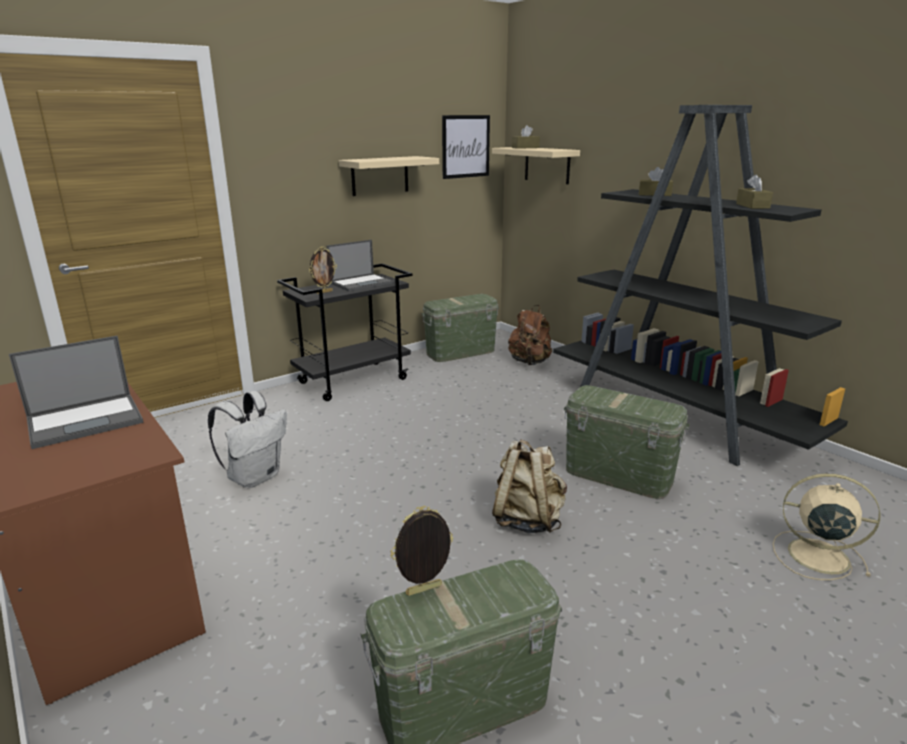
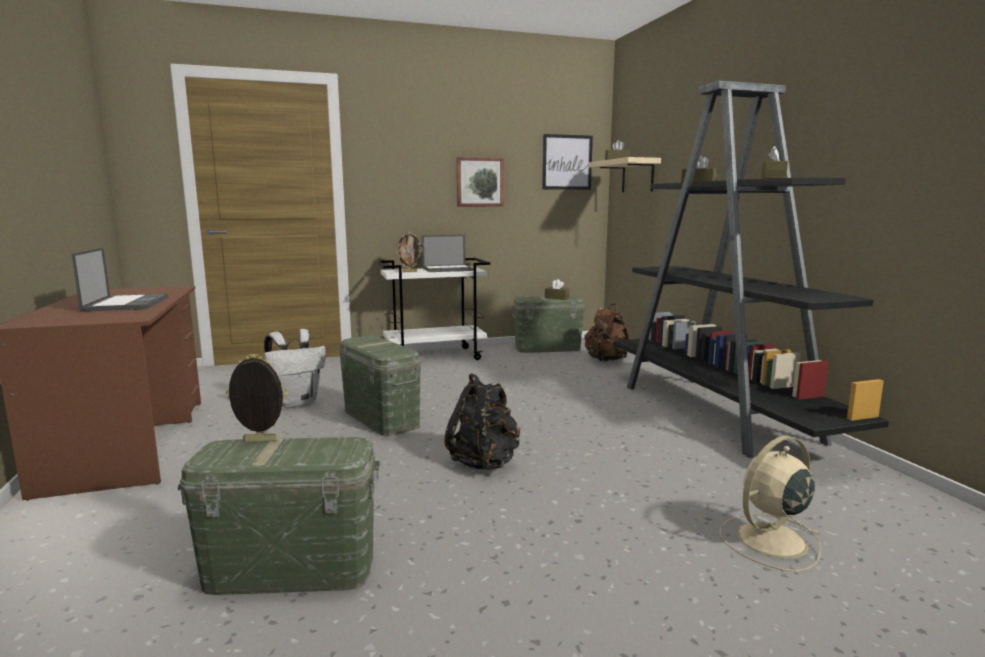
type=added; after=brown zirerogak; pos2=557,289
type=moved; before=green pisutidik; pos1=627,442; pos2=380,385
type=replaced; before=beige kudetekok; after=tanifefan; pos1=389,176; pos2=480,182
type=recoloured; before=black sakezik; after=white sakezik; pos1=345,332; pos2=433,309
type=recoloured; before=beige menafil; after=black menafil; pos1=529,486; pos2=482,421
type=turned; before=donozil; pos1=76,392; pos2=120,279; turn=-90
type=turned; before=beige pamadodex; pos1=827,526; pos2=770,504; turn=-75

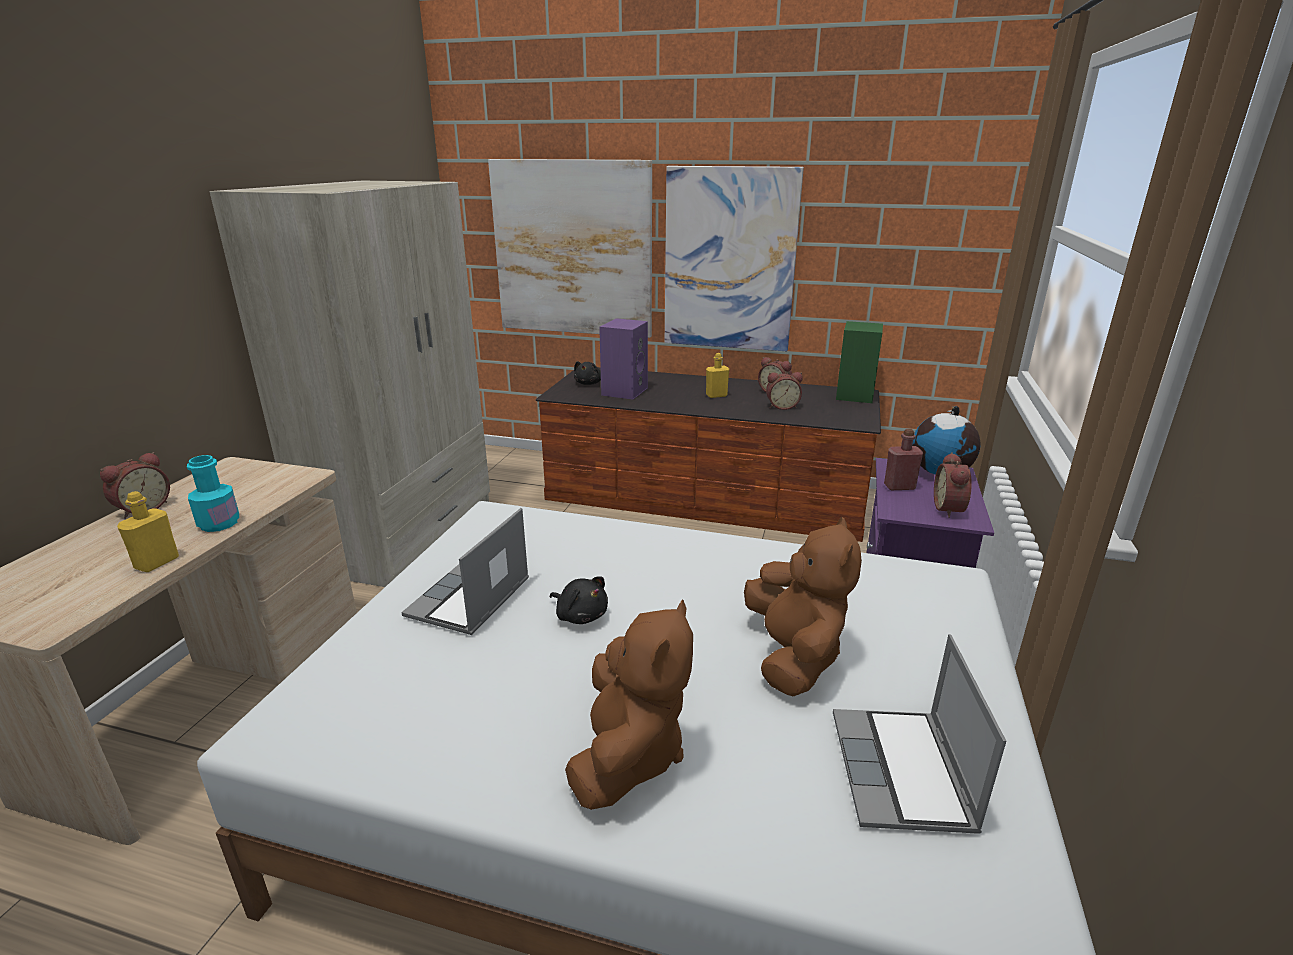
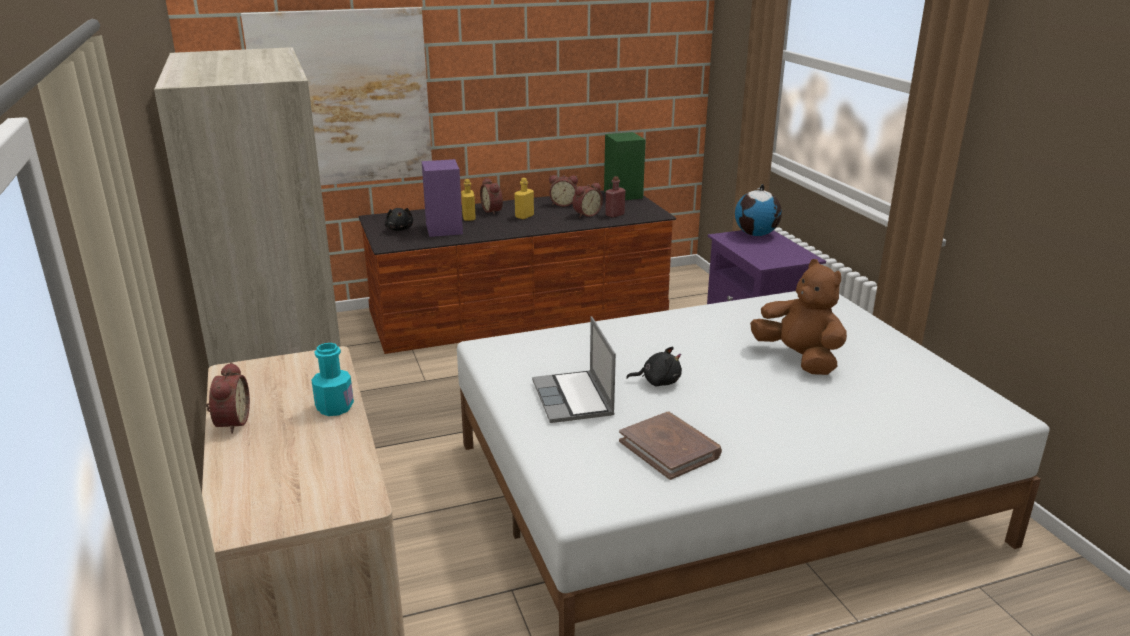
type=removed; before=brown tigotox; pos1=629,705
type=removed; before=tanifefan; pos1=734,258
type=removed; before=donozil; pos1=919,734
type=added; after=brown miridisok; pos2=670,446
type=moved; before=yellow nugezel; pos1=148,531; pos2=468,200
type=moved; before=red nugezel; pos1=903,459; pos2=615,197
type=moved; before=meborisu; pos1=953,485; pos2=491,196

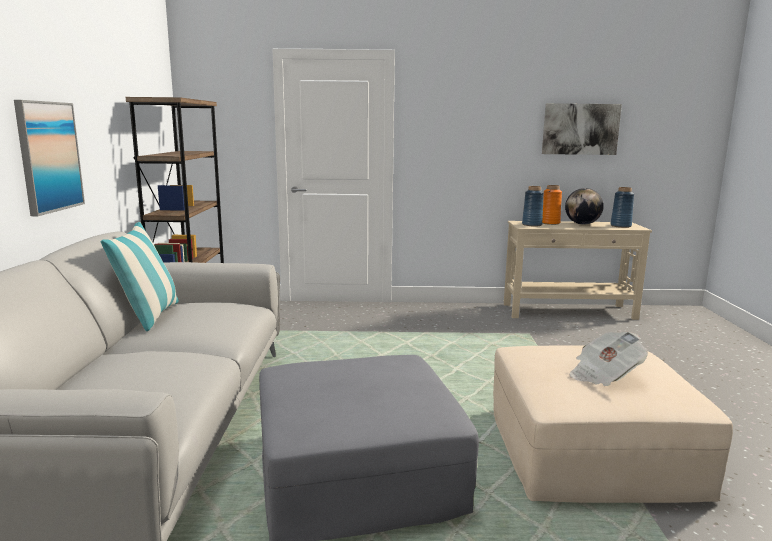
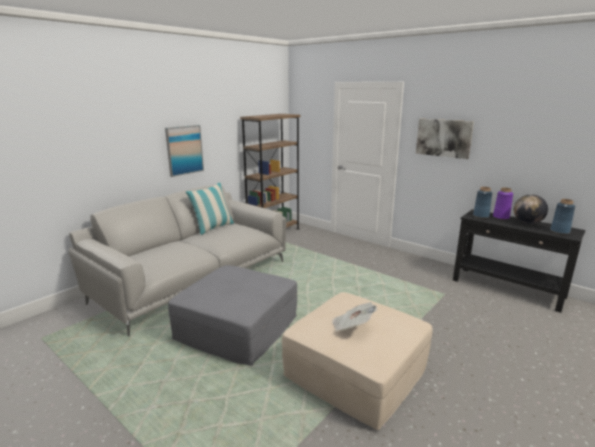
type=moved; before=tanifefan; pos1=582,129; pos2=445,139
type=recoloured; before=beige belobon; after=black belobon; pos1=578,270; pos2=519,261
type=recoloured; before=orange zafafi; after=purple zafafi; pos1=552,205; pos2=503,204

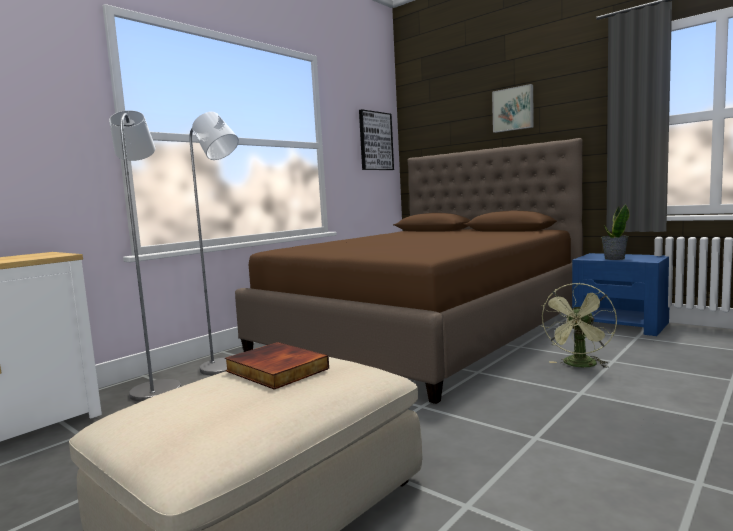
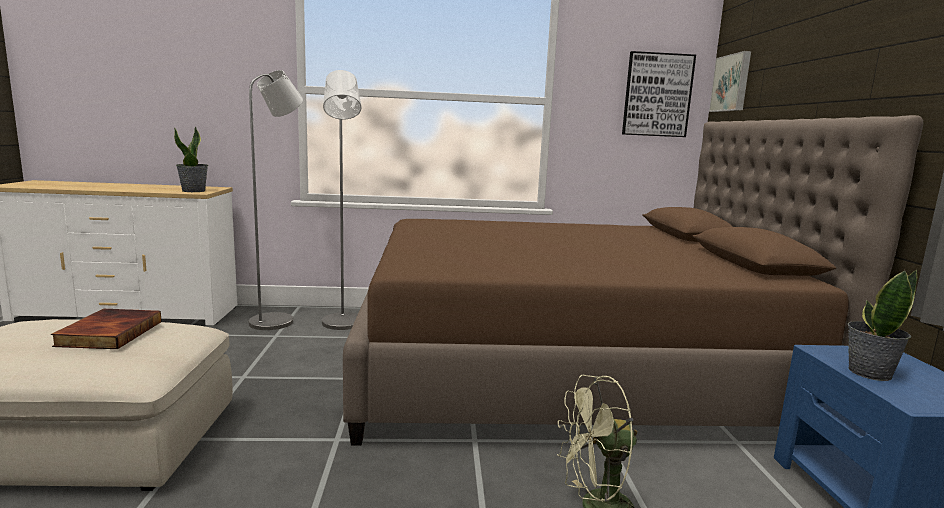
type=added; after=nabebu; pos2=191,159
type=moved; before=tanifefan; pos1=513,108; pos2=730,81

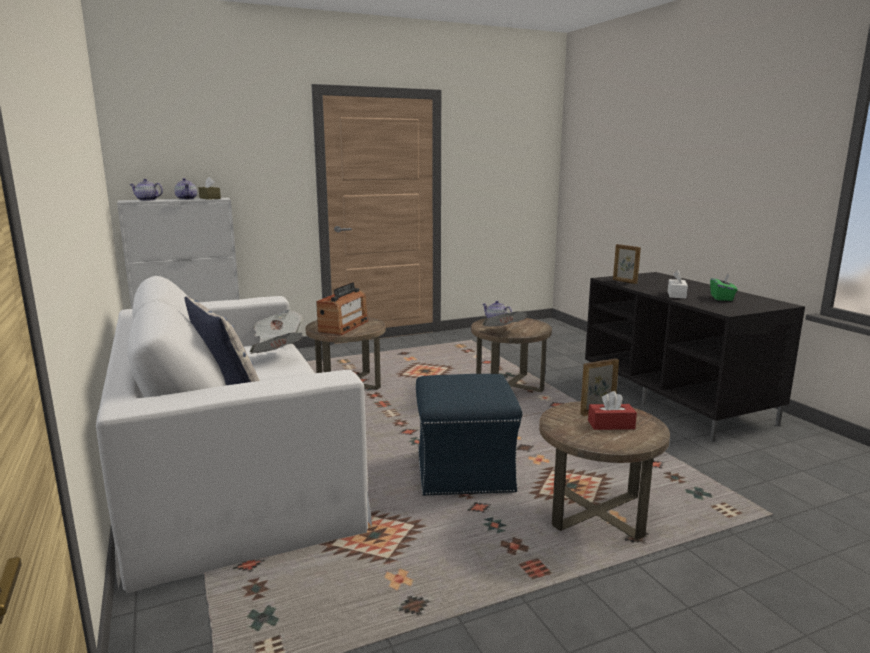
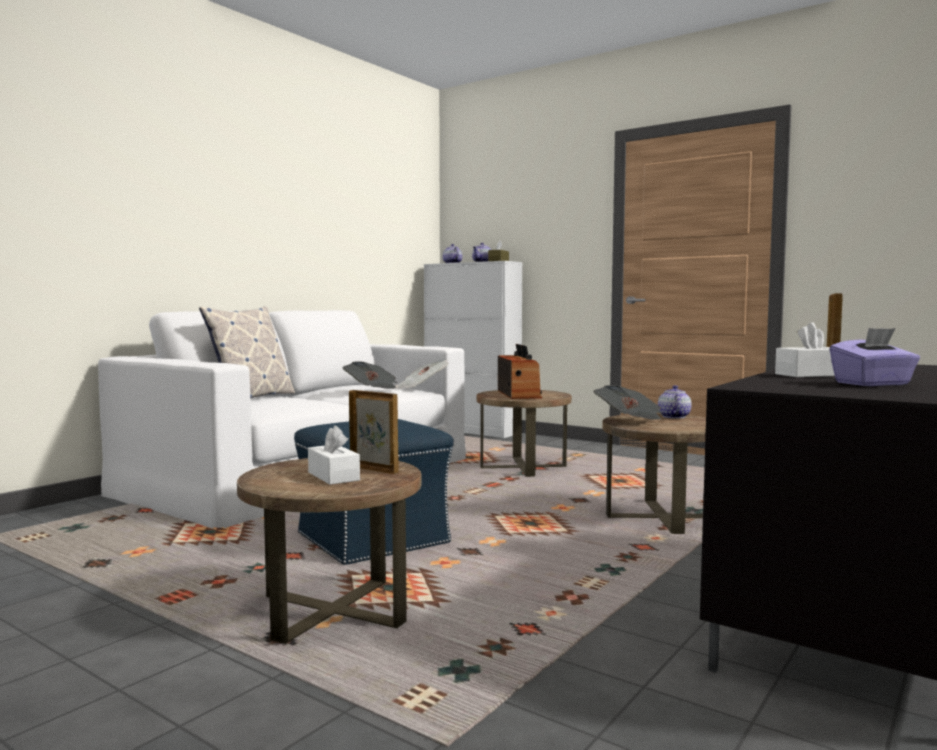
type=recoloured; before=red zirerogak; after=white zirerogak; pos1=612,410; pos2=334,455
type=recoloured; before=green zirerogak; after=purple zirerogak; pos1=723,287; pos2=875,357
type=turned; before=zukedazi; pos1=342,308; pos2=520,371; turn=-90

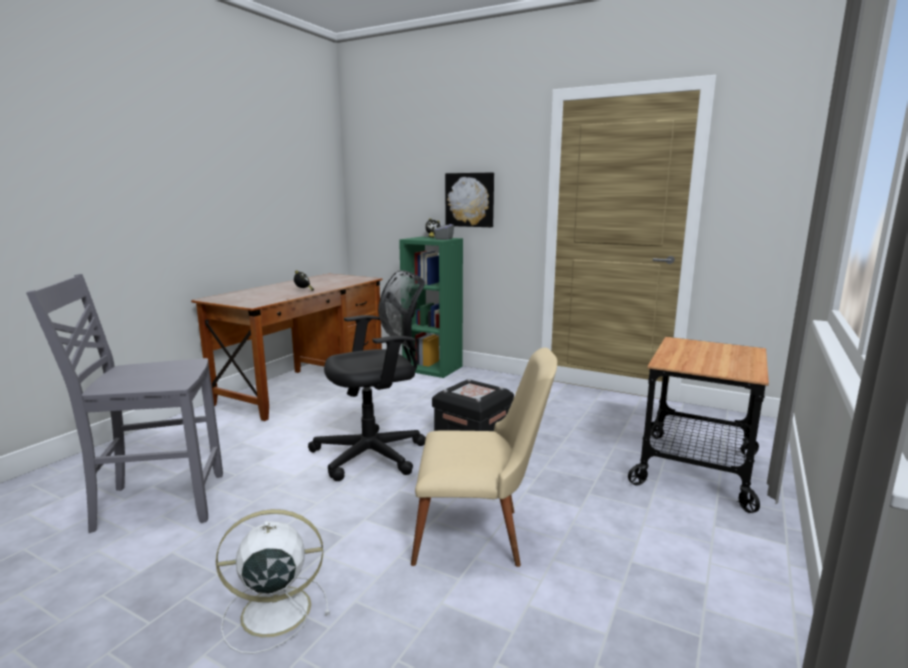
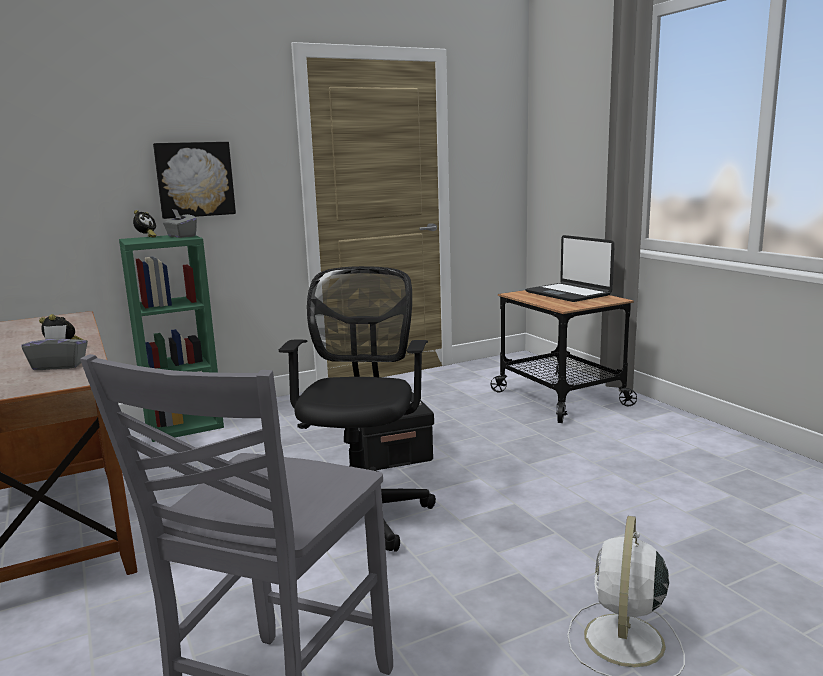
type=removed; before=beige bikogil; pos1=484,457
type=added; after=grey zirerogak; pos2=55,347
type=added; after=donozil; pos2=570,268

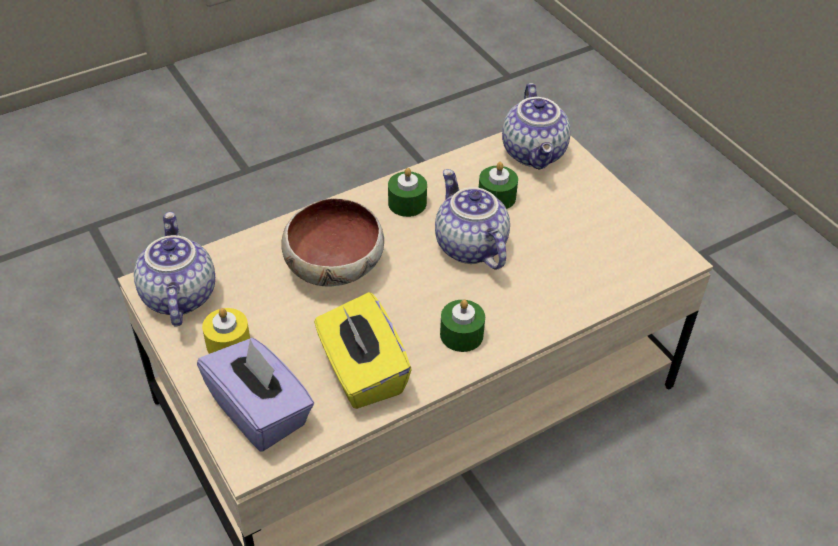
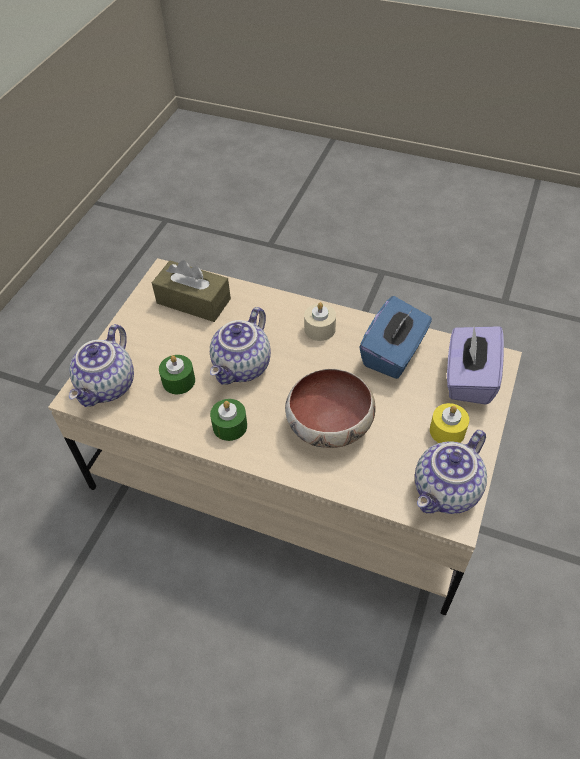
type=added; after=brown zirerogak; pos2=191,291
type=recoloured; before=yellow zirerogak; after=blue zirerogak; pos1=363,350; pos2=395,337
type=recoloured; before=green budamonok; after=beige budamonok; pos1=462,325; pos2=320,321
type=turned; before=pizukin; pos1=536,126; pos2=101,365; turn=150

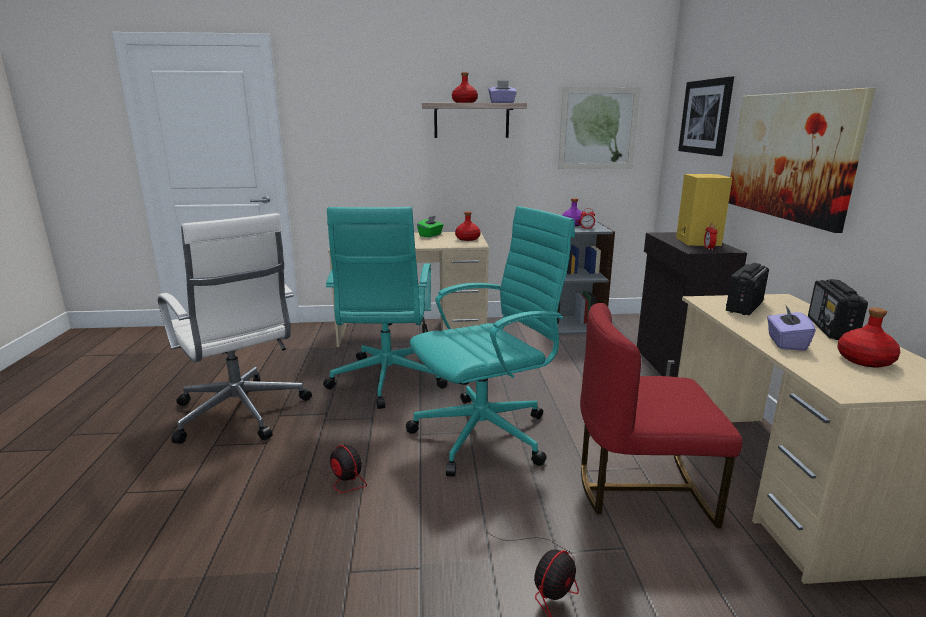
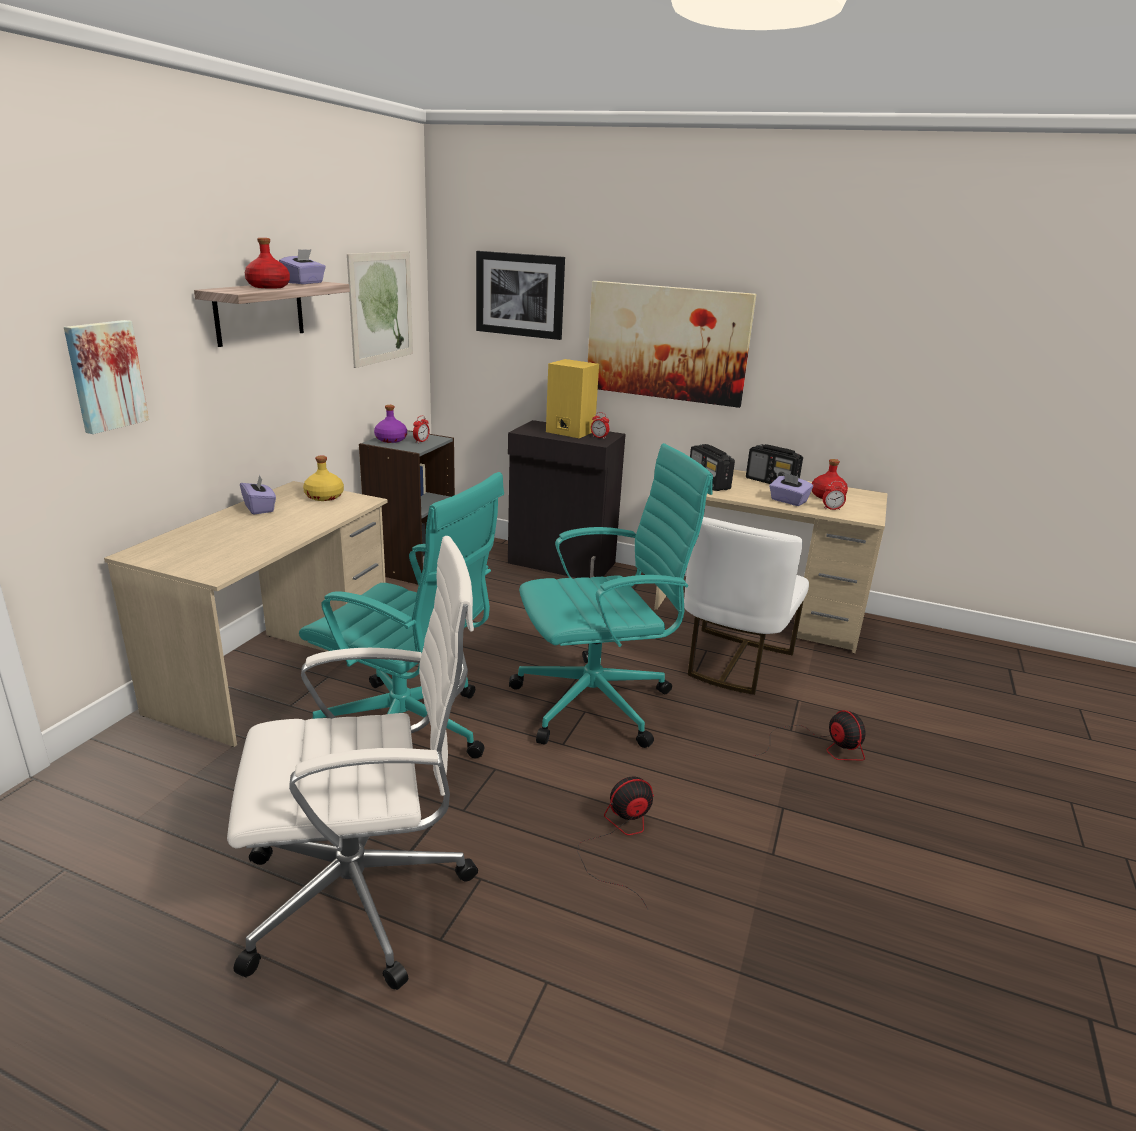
type=added; after=tanifefan; pos2=106,377
type=added; after=meborisu; pos2=835,495
type=recoloured; before=green zirerogak; after=purple zirerogak; pos1=430,227; pos2=258,495
type=recoloured; before=red nugezel; after=yellow nugezel; pos1=468,226; pos2=323,478
type=recoloured; before=red bikogil; after=white bikogil; pos1=661,415; pos2=746,606
type=turned; before=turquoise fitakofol; pos1=490,341; pos2=611,595; turn=75

